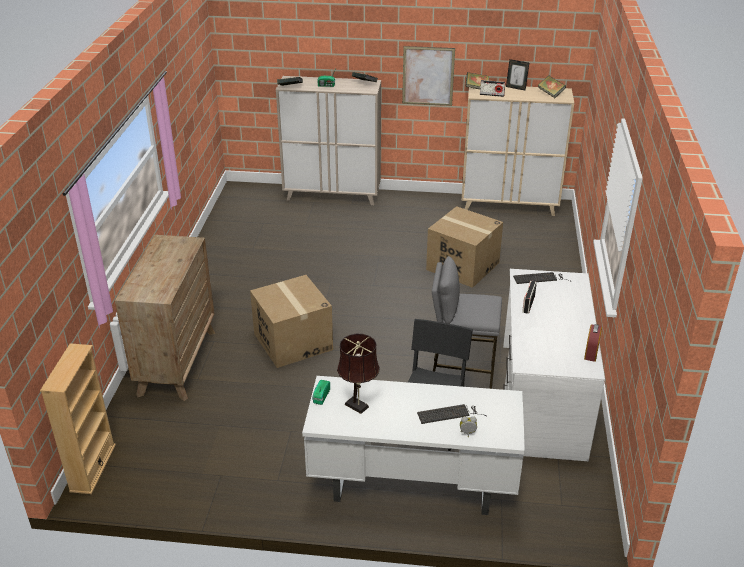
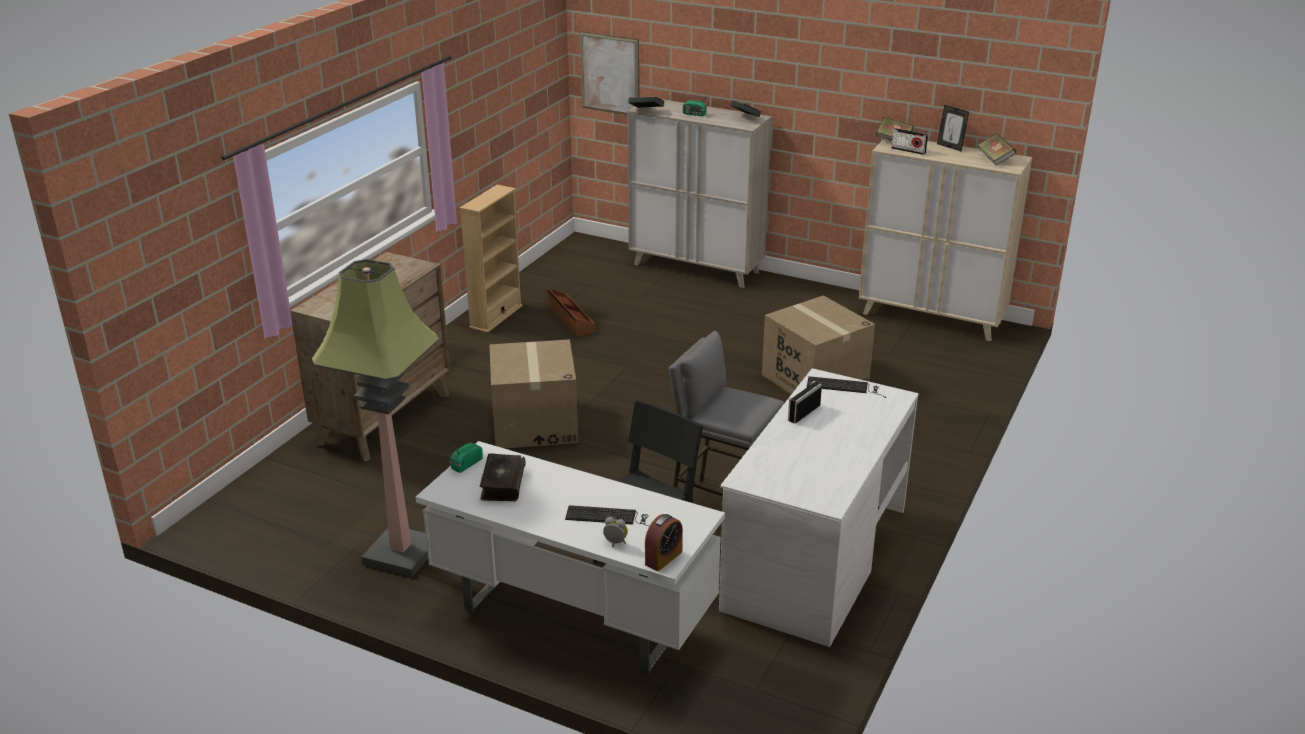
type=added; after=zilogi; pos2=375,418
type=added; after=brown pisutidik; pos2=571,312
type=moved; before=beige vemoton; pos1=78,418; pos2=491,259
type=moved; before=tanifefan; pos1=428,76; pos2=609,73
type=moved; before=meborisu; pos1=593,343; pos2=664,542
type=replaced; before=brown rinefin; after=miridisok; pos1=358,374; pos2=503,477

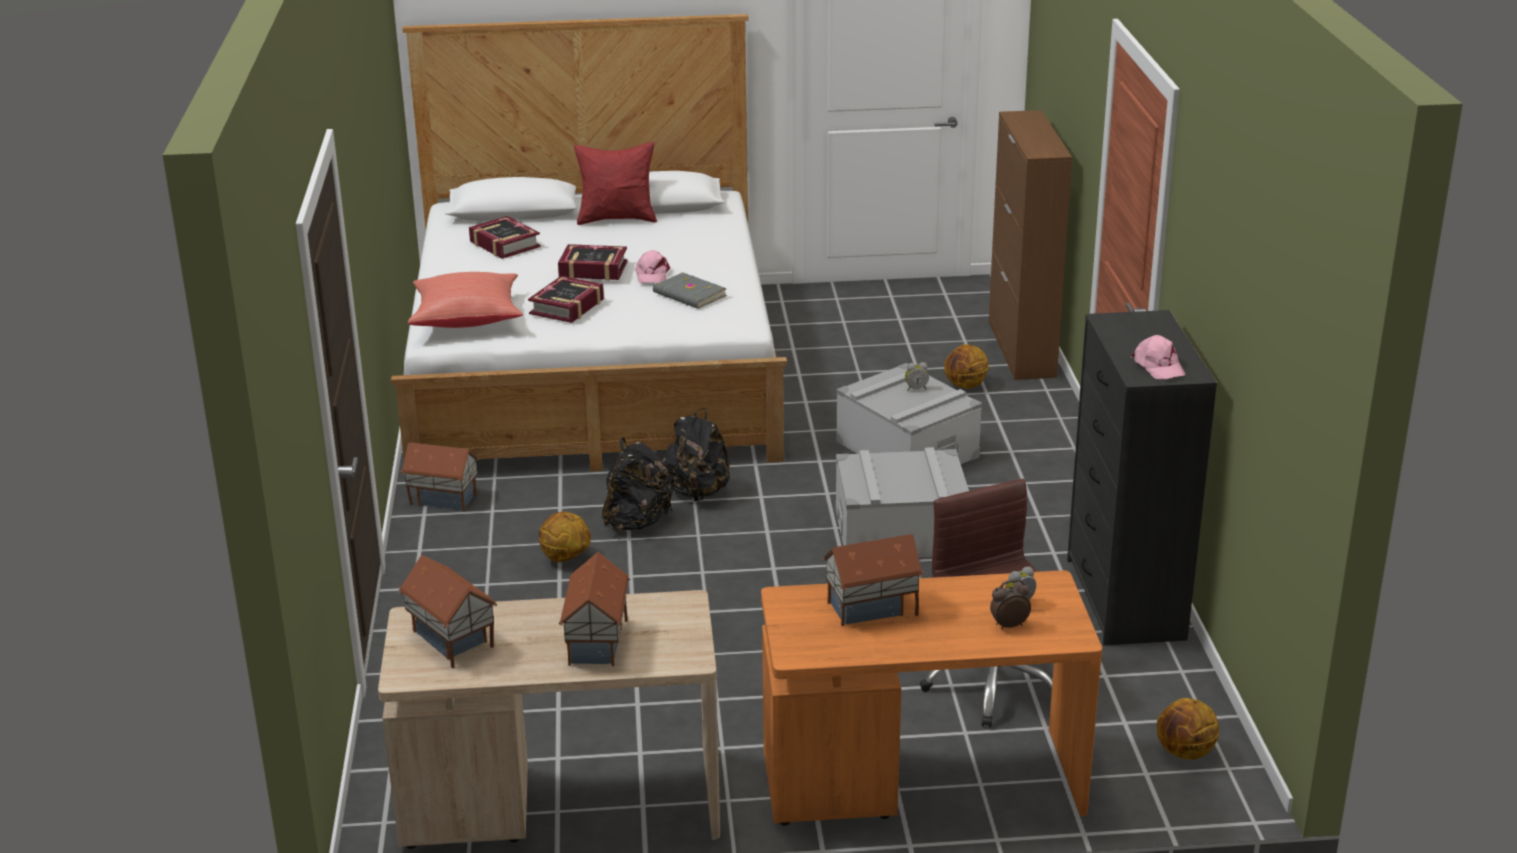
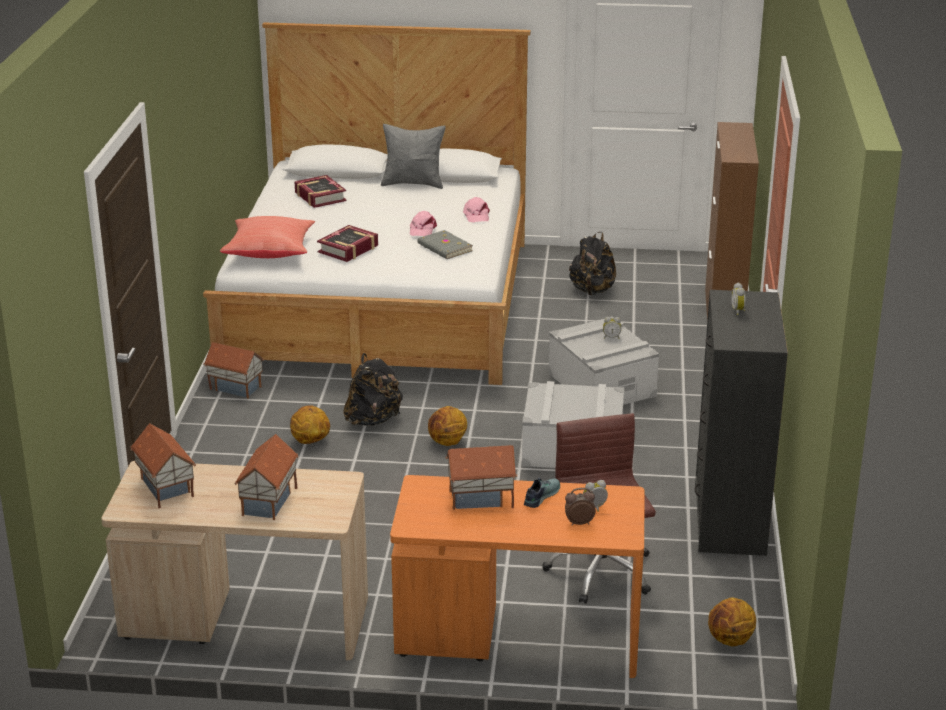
type=removed; before=miridisok; pos1=593,262
type=added; after=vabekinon; pos2=542,493
type=added; after=meborisu; pos2=738,299
type=moved; before=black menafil; pos1=696,454; pos2=592,263
type=moved; before=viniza; pos1=966,366; pos2=447,426
type=moved; before=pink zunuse; pos1=1158,357; pos2=476,209
type=recoloured; before=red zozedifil; after=grey zozedifil; pos1=615,183; pos2=413,156

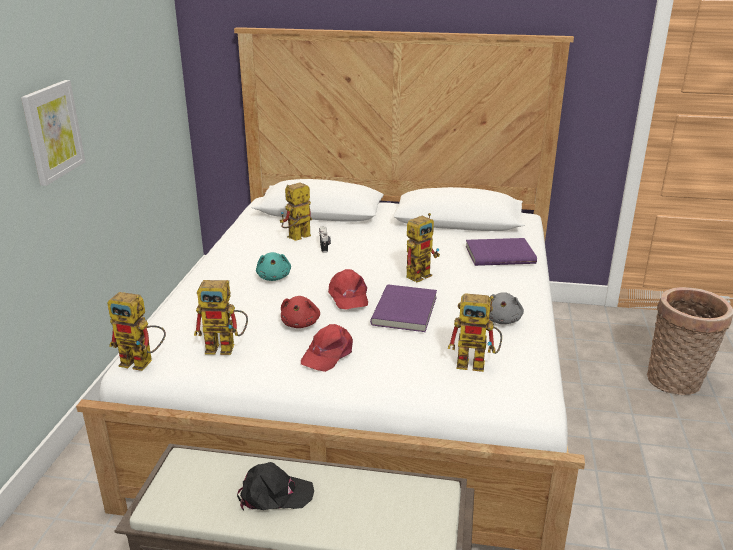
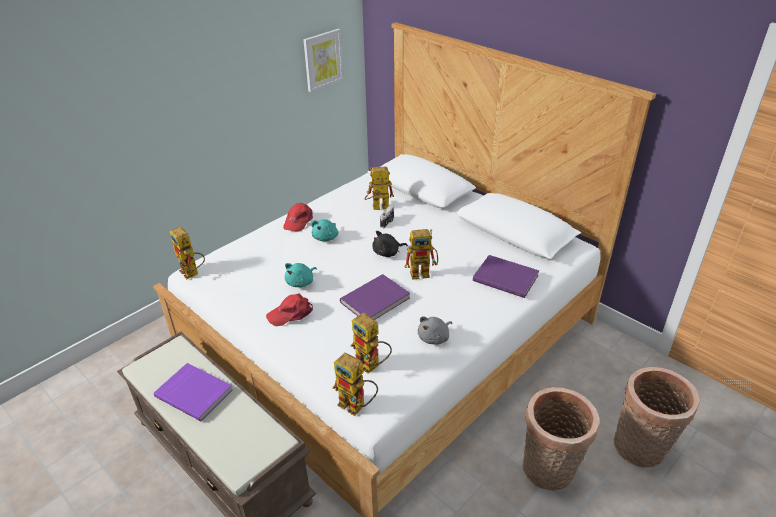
type=added; after=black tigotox; pos2=390,244
type=added; after=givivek; pos2=561,439
type=moved; before=tanifefan; pos1=53,133; pos2=323,60
type=moved; before=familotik; pos1=221,317; pos2=355,384
type=moved; before=red zunuse; pos1=348,289; pos2=298,217
type=replaced; before=black zunuse; after=purple miridisok; pos1=275,486; pos2=193,392
type=recoloured; before=red tigotox; after=turquoise tigotox; pos1=300,312; pos2=301,275

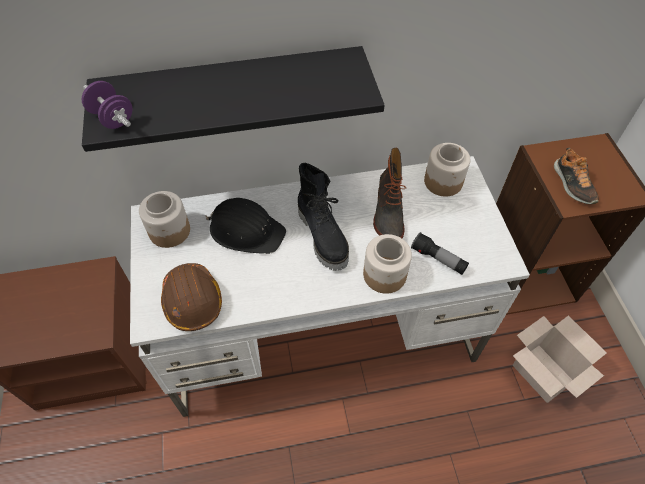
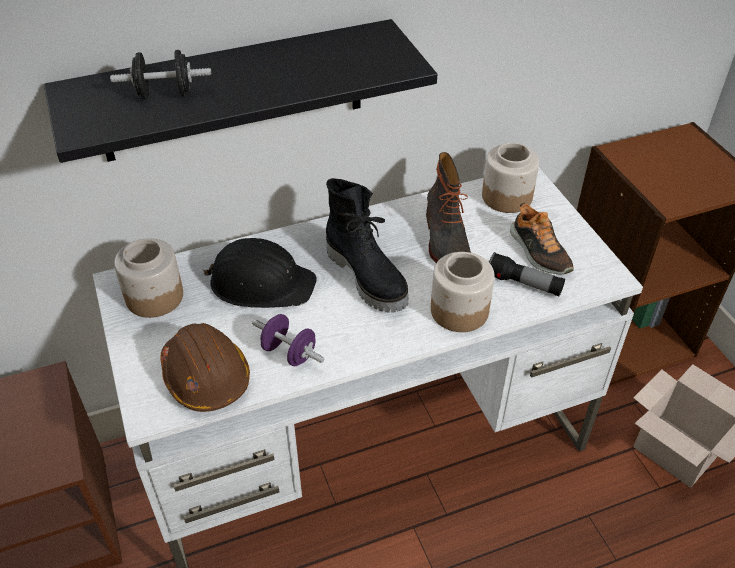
type=added; after=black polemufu; pos2=161,74
type=moved; before=purple polemufu; pos1=107,105; pos2=288,340
type=moved; before=vabekinon; pos1=576,176; pos2=542,238

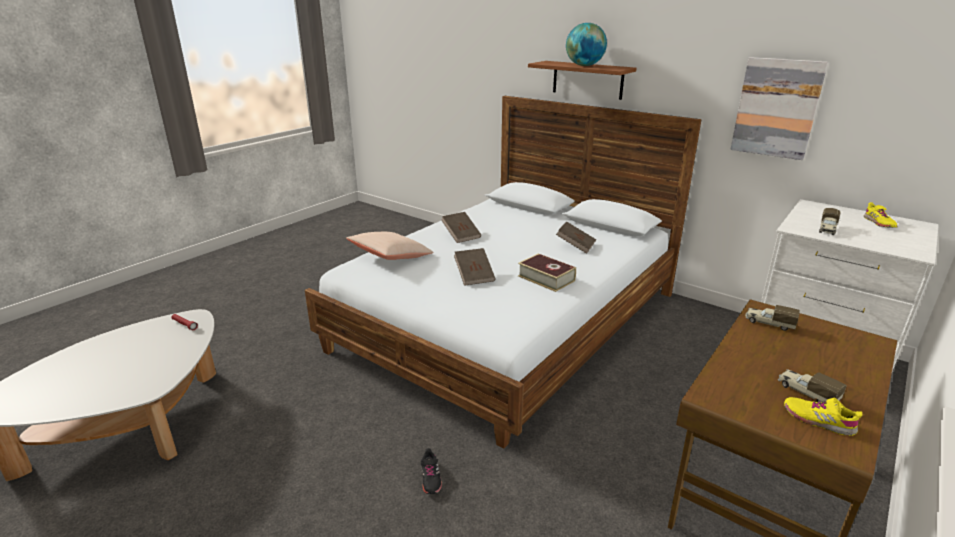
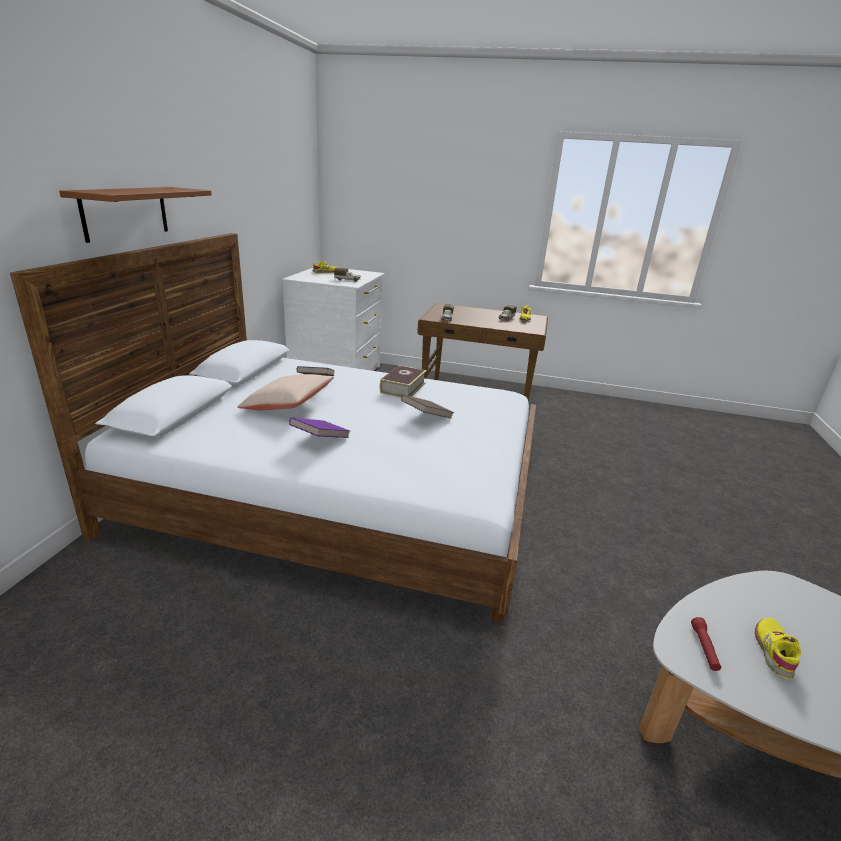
type=removed; before=black vabekinon; pos1=431,471
type=removed; before=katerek; pos1=586,44
type=removed; before=tanifefan; pos1=779,108
type=added; after=yellow vabekinon; pos2=778,648
type=moved; before=beige zozedifil; pos1=389,246; pos2=285,392
type=recoloured; before=brown miridisok; after=purple miridisok; pos1=461,227; pos2=319,427

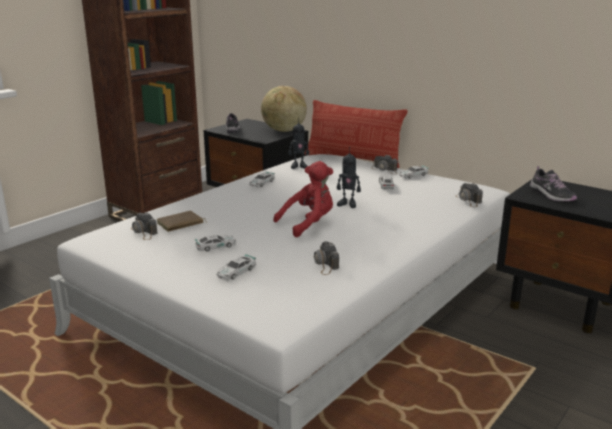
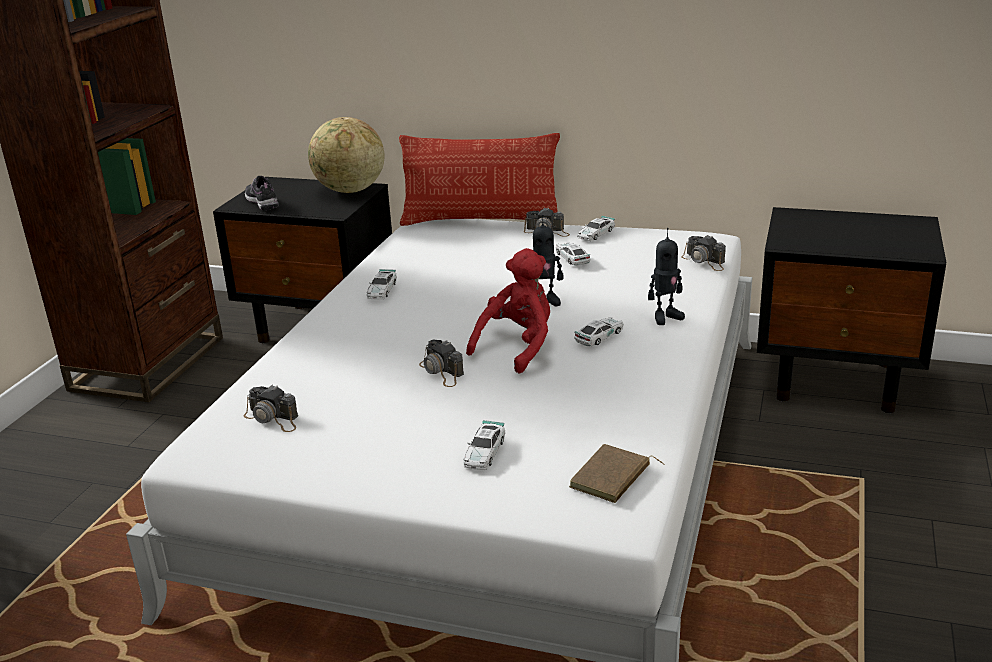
type=removed; before=vabekinon; pos1=553,184
type=moved; before=brown miridisok; pos1=181,221; pos2=617,473
type=moved; before=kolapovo; pos1=215,243; pos2=599,331
type=moved; before=familotik; pos1=298,145; pos2=666,276
type=moved; before=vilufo; pos1=326,258; pos2=441,363

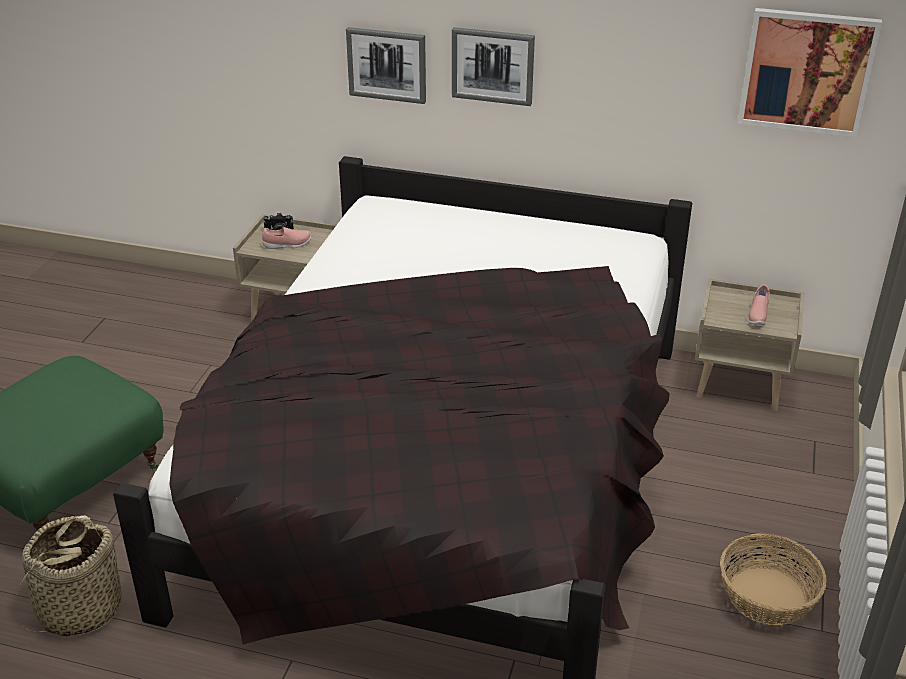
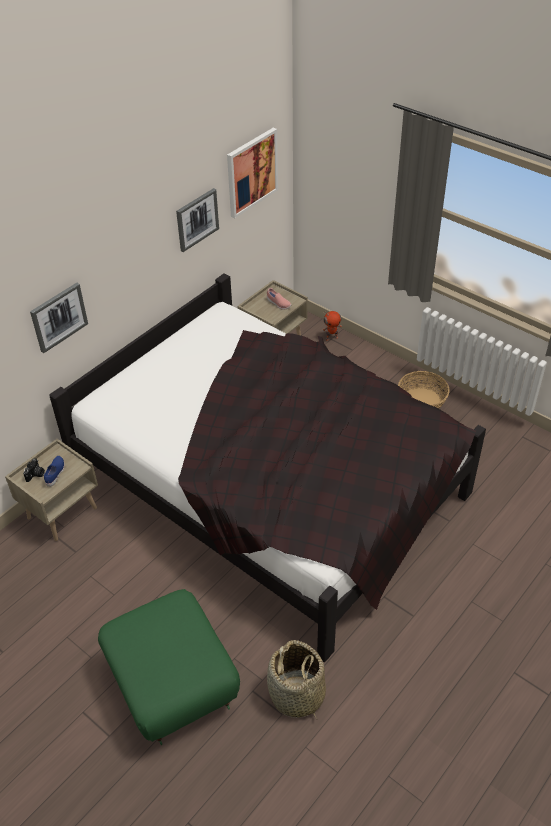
type=added; after=familotik; pos2=332,326
type=moved; before=tanifefan; pos1=493,66; pos2=197,220
type=recoloured; before=pink vabekinon; after=blue vabekinon; pos1=286,238; pos2=54,471

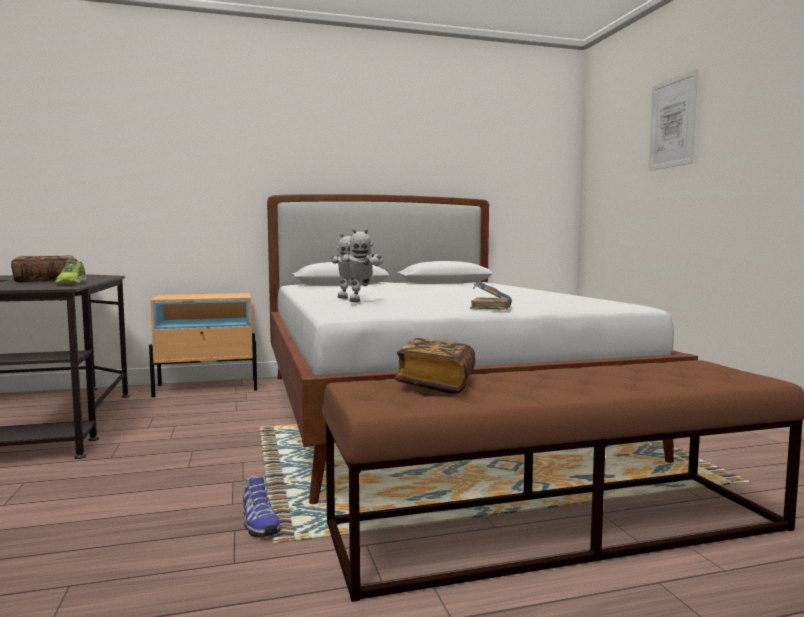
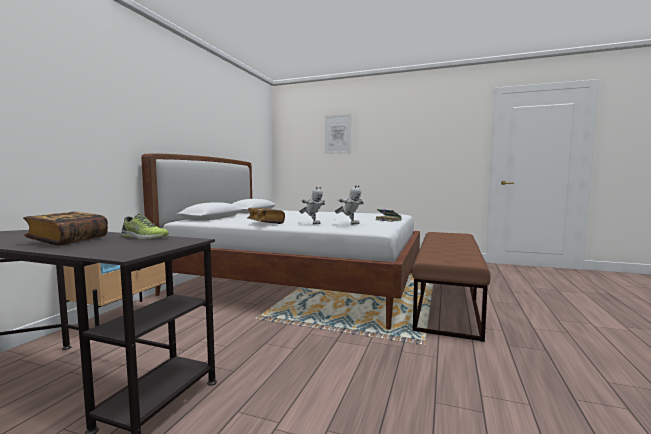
type=removed; before=vabekinon; pos1=261,506
type=moved; before=miridisok; pos1=435,366; pos2=266,216

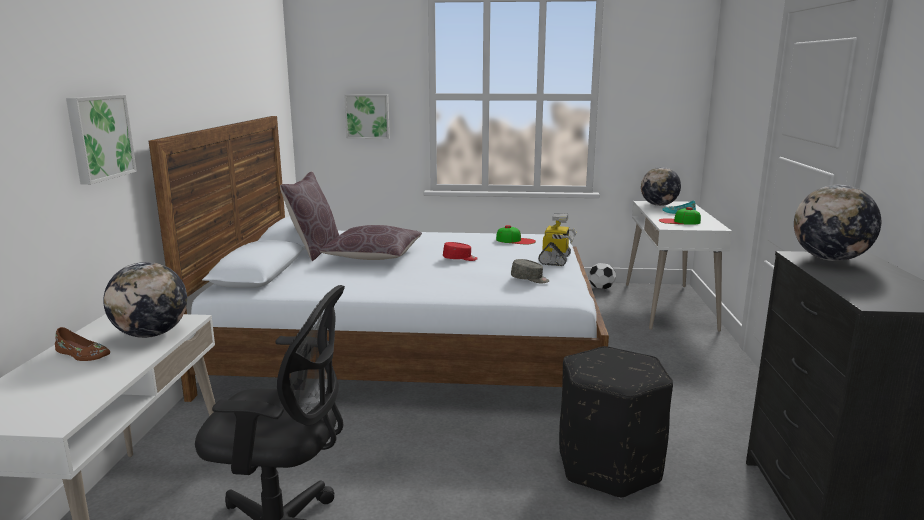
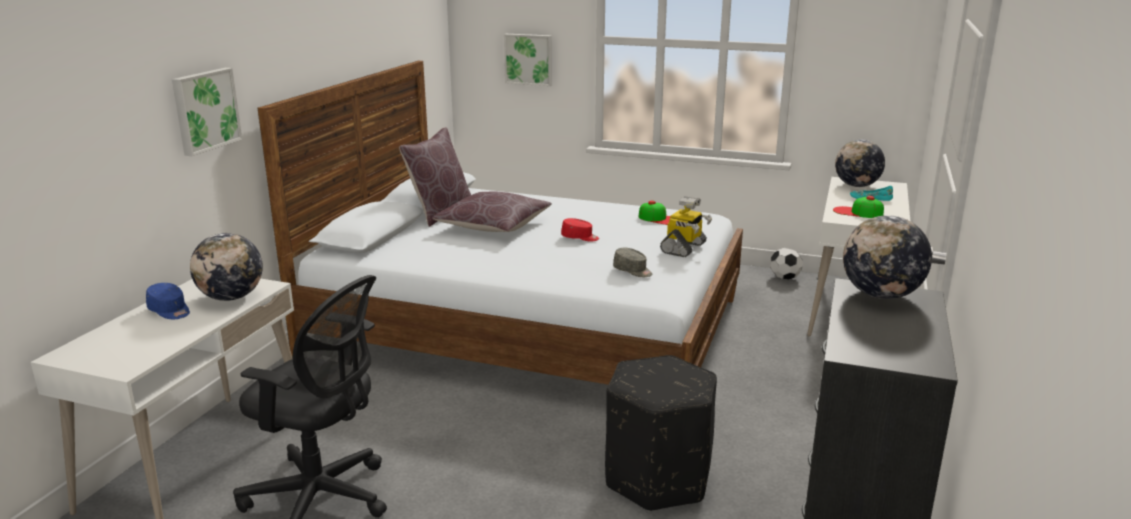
type=replaced; before=brown vabekinon; after=blue zunuse; pos1=82,344; pos2=168,301

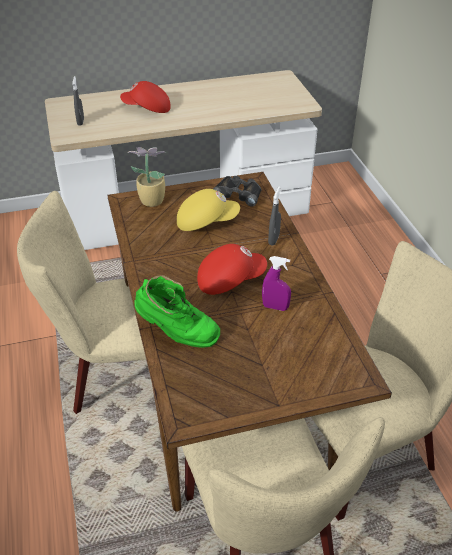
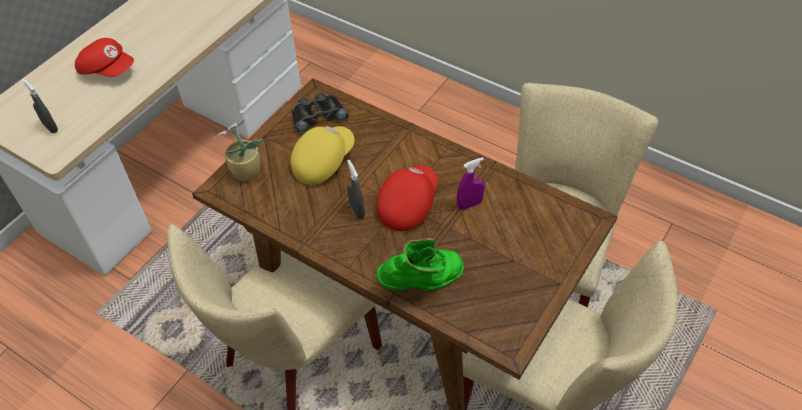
type=moved; before=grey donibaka; pos1=274,216; pos2=356,189
type=turned; before=red zunuse; pos1=145,97; pos2=104,57; turn=-120

